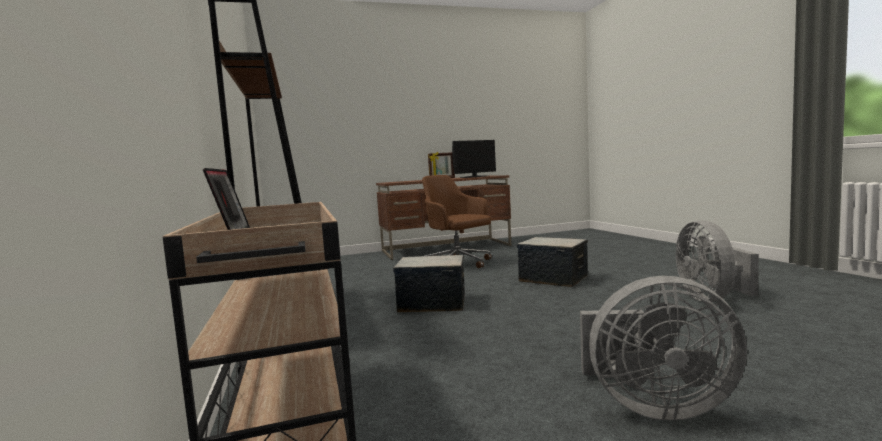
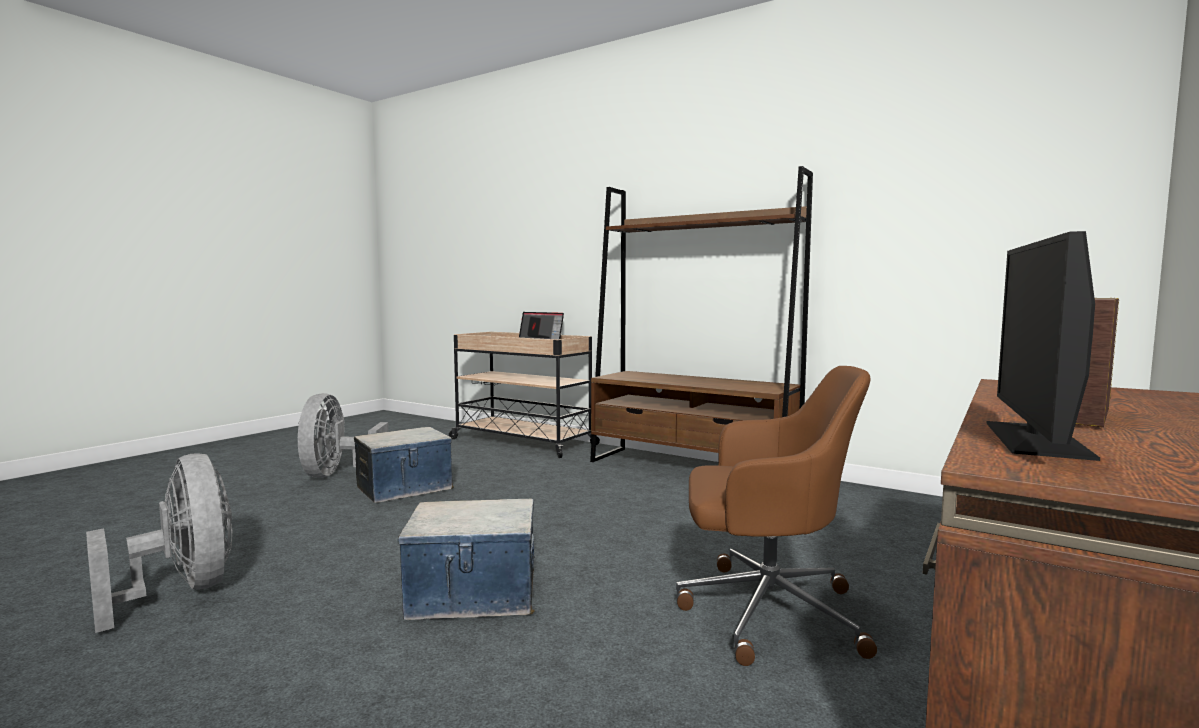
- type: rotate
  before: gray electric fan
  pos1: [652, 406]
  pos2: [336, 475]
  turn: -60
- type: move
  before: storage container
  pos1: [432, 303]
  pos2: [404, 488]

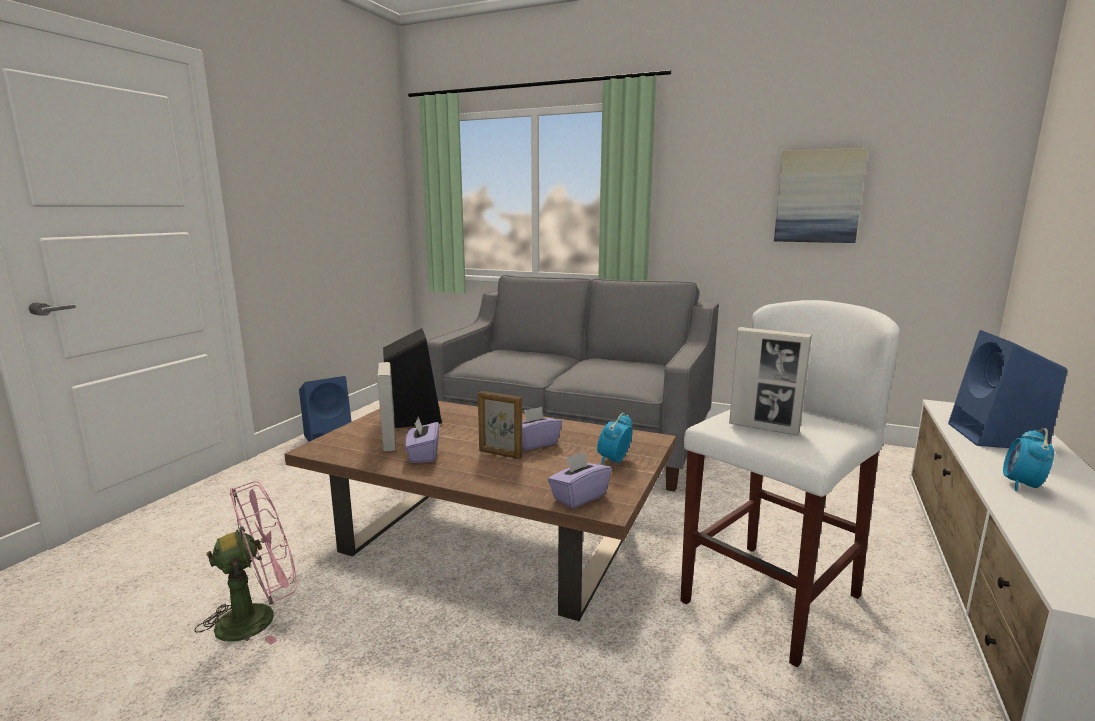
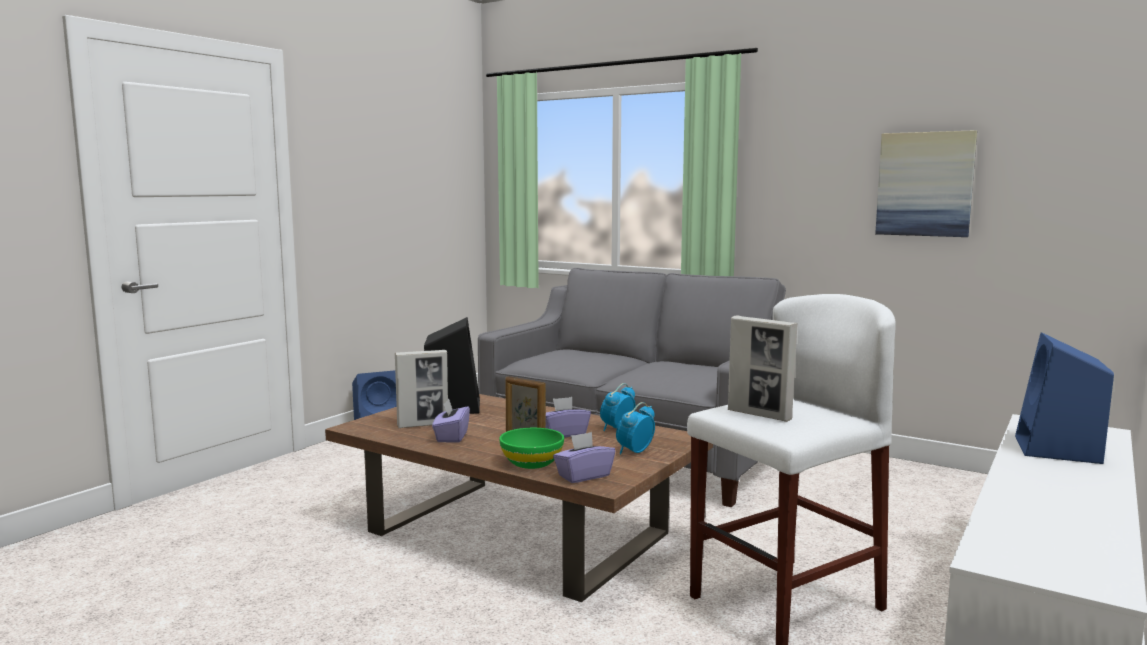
- type: rotate
  before: picture frame
  pos1: [389, 441]
  pos2: [423, 425]
  turn: 75
- type: insert
  after: greenish serving bowl
  pos2: [532, 463]
- type: move
  before: table clock
  pos1: [1022, 485]
  pos2: [617, 429]
- type: delete
  before: pink electric fan
  pos1: [259, 617]

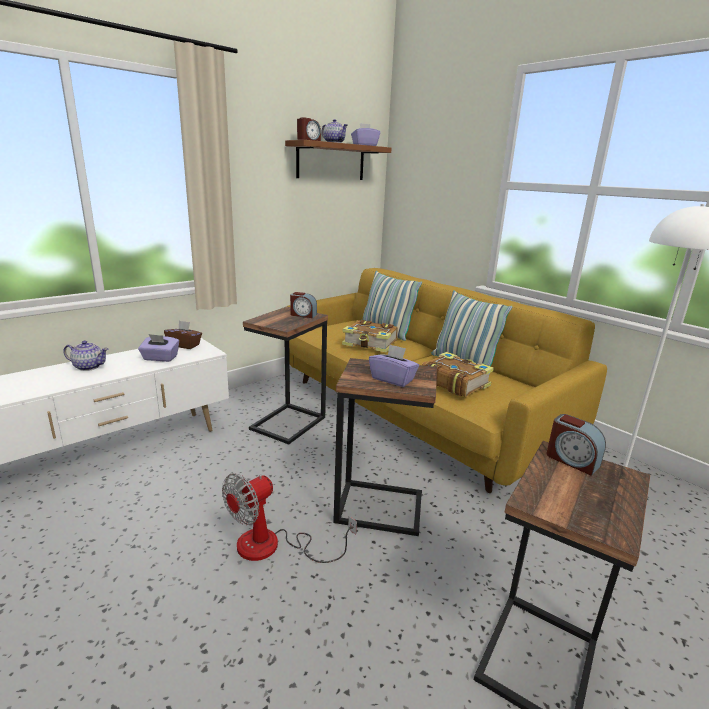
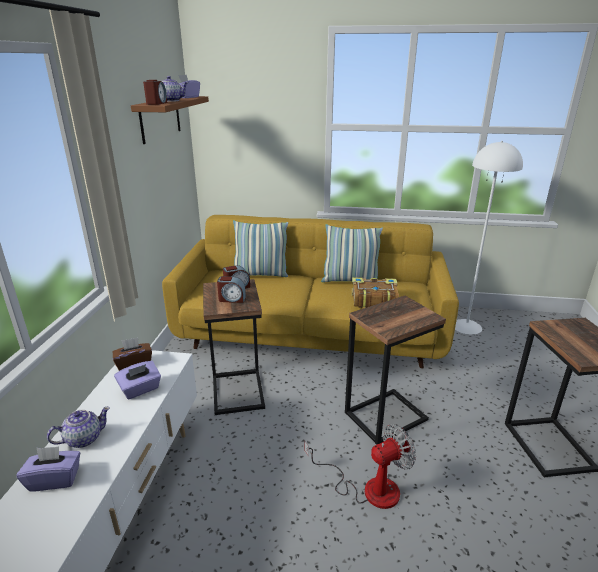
- type: move
  before: purple tissue box
  pos1: [392, 379]
  pos2: [55, 479]
- type: move
  before: table clock
  pos1: [572, 460]
  pos2: [232, 299]
- type: rotate
  before: electric fan
  pos1: [273, 547]
  pos2: [368, 488]
  turn: -120
- type: delete
  before: book
  pos1: [370, 343]

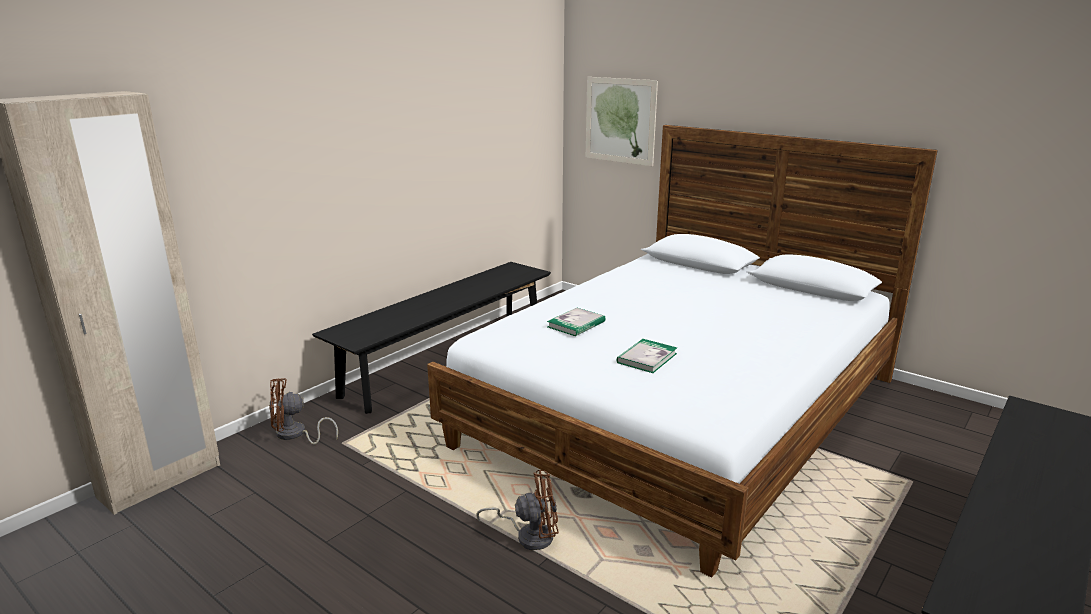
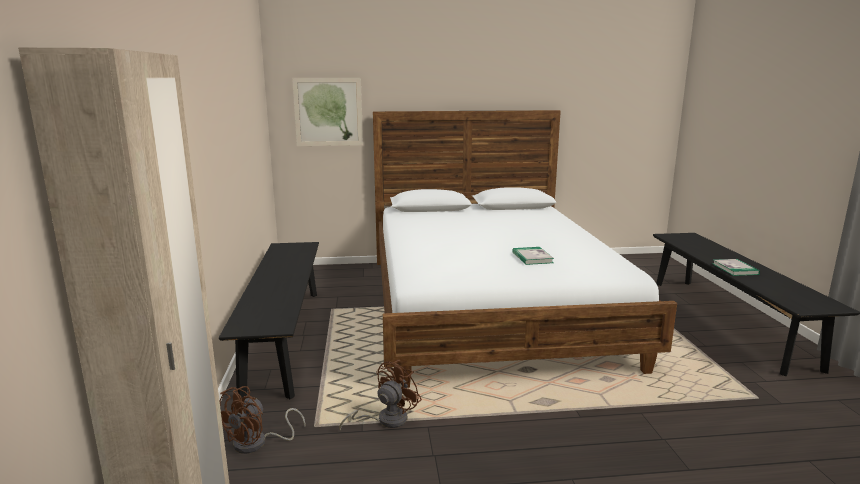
- type: move
  before: brownish electric fan
  pos1: [529, 535]
  pos2: [385, 420]
- type: move
  before: book
  pos1: [576, 324]
  pos2: [735, 269]

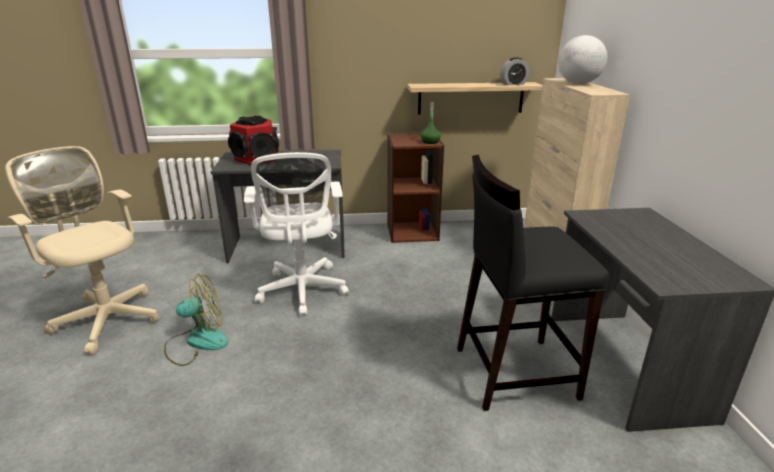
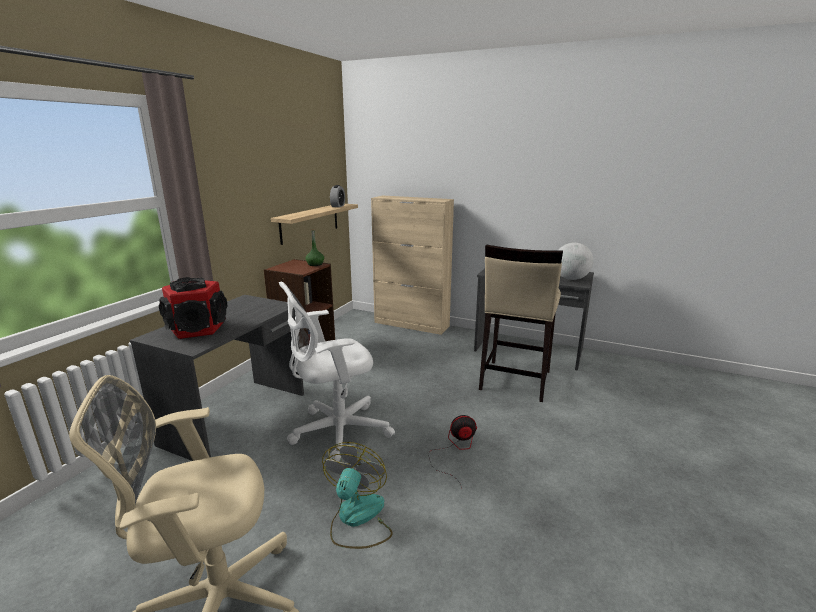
- type: rotate
  before: whitish office chair
  pos1: [302, 292]
  pos2: [335, 431]
  turn: 135
- type: insert
  after: electric fan
  pos2: [455, 450]
- type: recolor
  before: blackish stool
  after: beige-coloured stool
  pos1: [513, 372]
  pos2: [514, 380]
- type: move
  before: desk globe
  pos1: [578, 83]
  pos2: [571, 279]

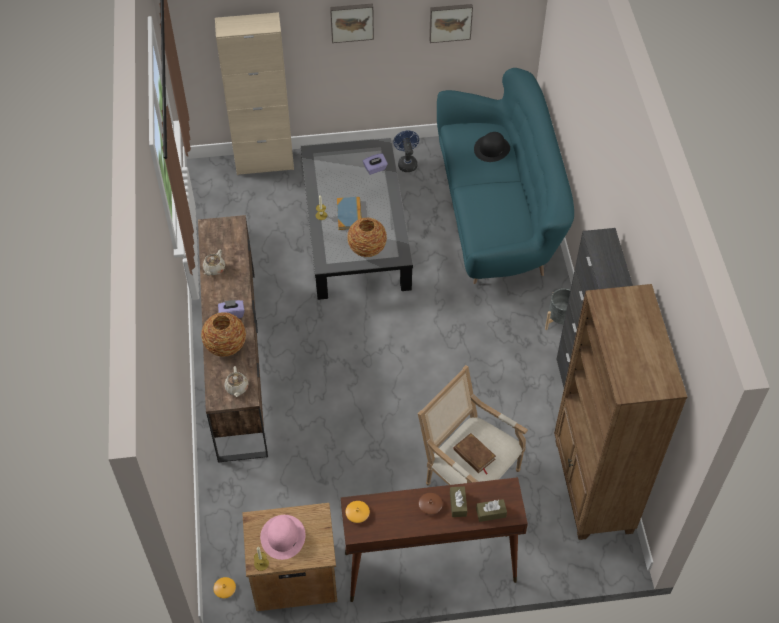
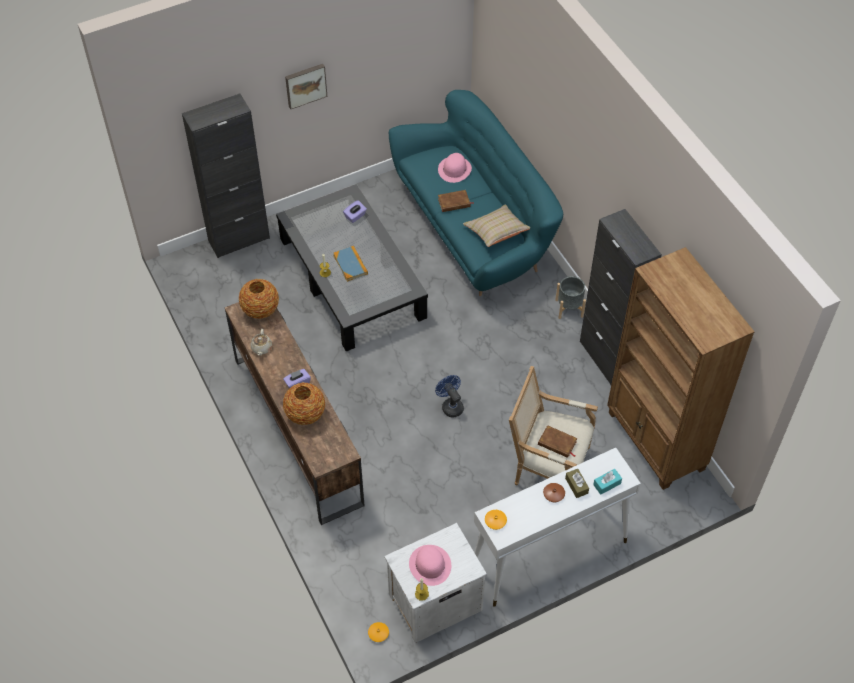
- type: recolor
  before: beige-coloured cupboard
  after: blackish cupboard
  pos1: [264, 163]
  pos2: [239, 239]
- type: move
  before: decorative vase
  pos1: [367, 249]
  pos2: [260, 310]
- type: recolor
  before: brownish night table
  after: whitish night table
  pos1: [293, 575]
  pos2: [433, 601]
- type: move
  before: blue electric fan
  pos1: [406, 162]
  pos2: [450, 406]
- type: recolor
  before: blackish hat
  after: pink hat
  pos1: [492, 148]
  pos2: [454, 169]
- type: insert
  after: brownish book
  pos2: [454, 203]
- type: insert
  after: beige-coloured throw pillow
  pos2: [496, 232]
- type: recolor
  before: brownish narrow table
  after: whitish narrow table
  pos1: [429, 567]
  pos2: [548, 555]
- type: recolor
  before: brownish tissue box
  after: blue-green tissue box
  pos1: [491, 513]
  pos2: [607, 484]
- type: delete
  before: beige-coloured pot for tea
  pos1: [236, 388]
- type: delete
  before: picture
  pos1: [450, 22]

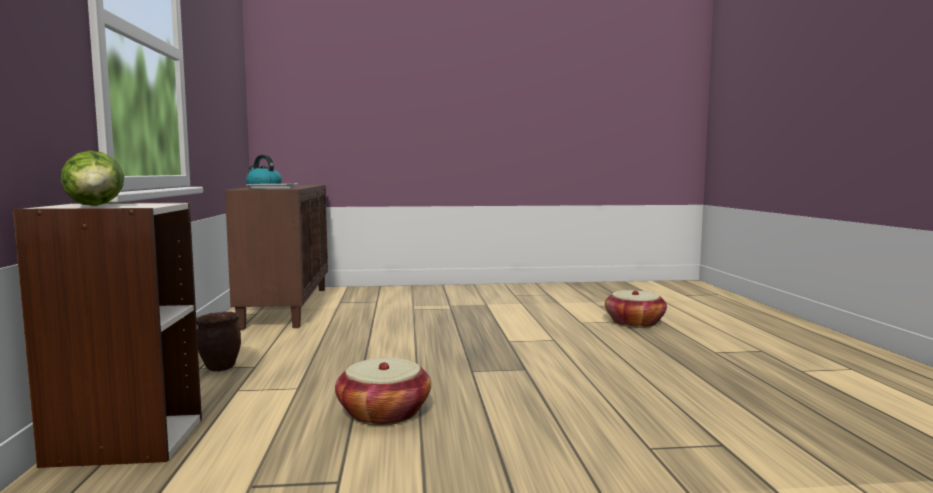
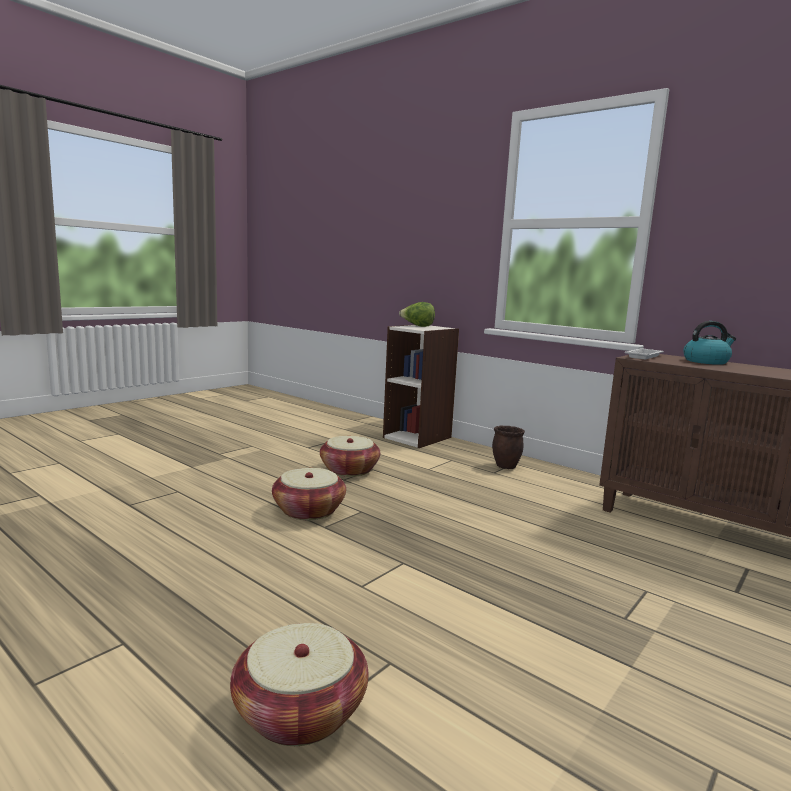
- type: insert
  after: basket
  pos2: [309, 511]

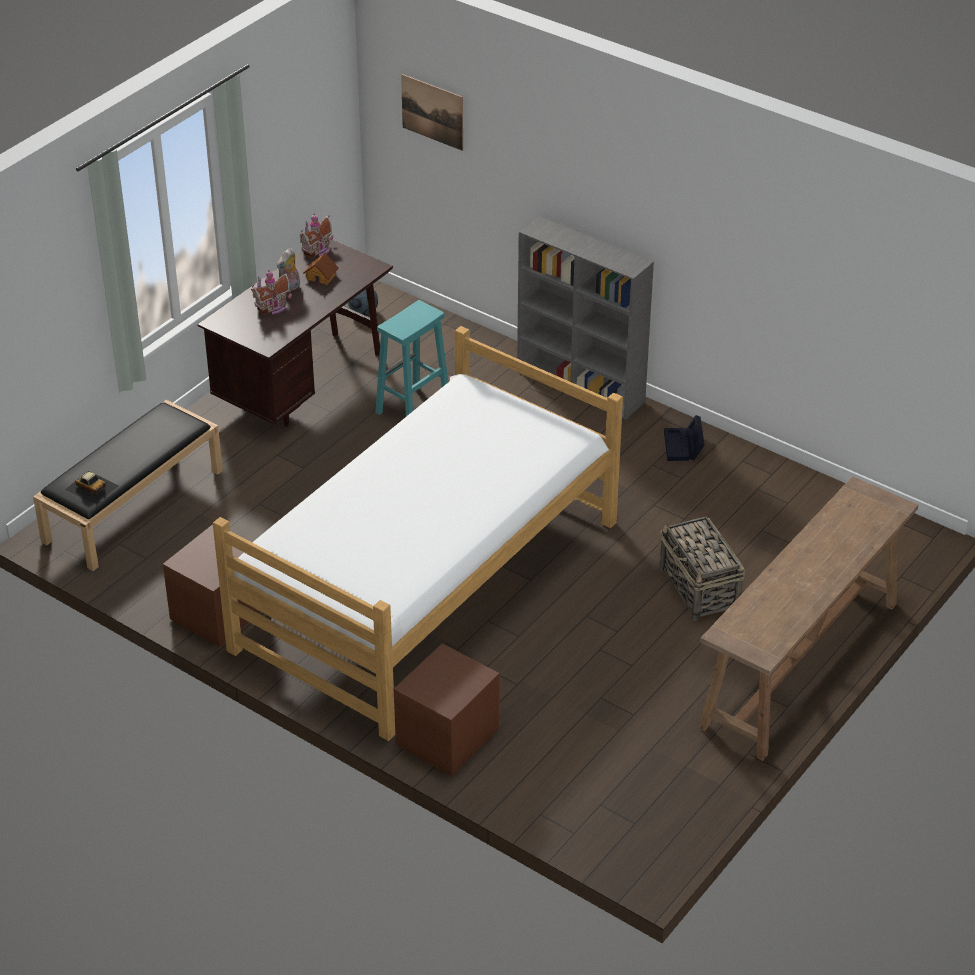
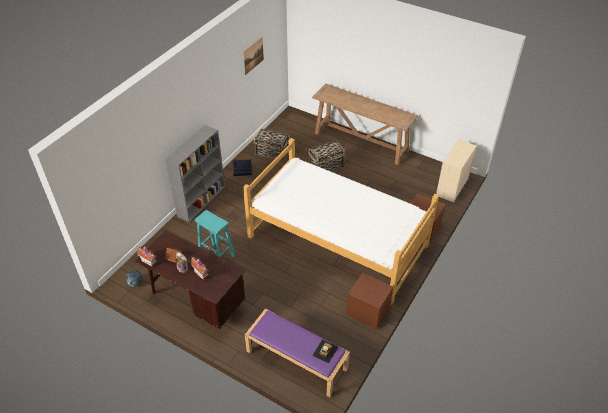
- type: move
  before: picture
  pos1: [432, 112]
  pos2: [253, 55]
- type: recolor
  before: blackish indoor bench
  after: purple indoor bench
  pos1: [134, 505]
  pos2: [296, 360]
- type: insert
  after: basket
  pos2: [272, 153]
- type: insert
  after: beige-coloured drawer chest
  pos2: [452, 187]

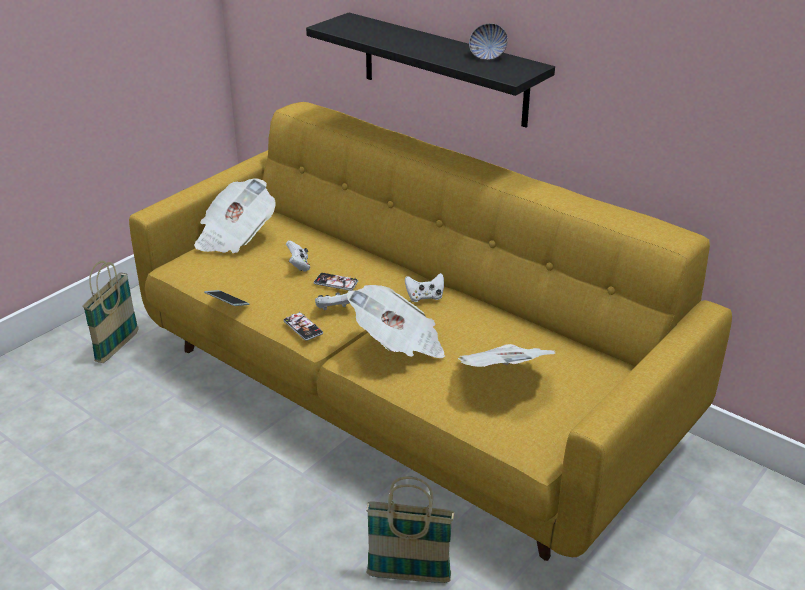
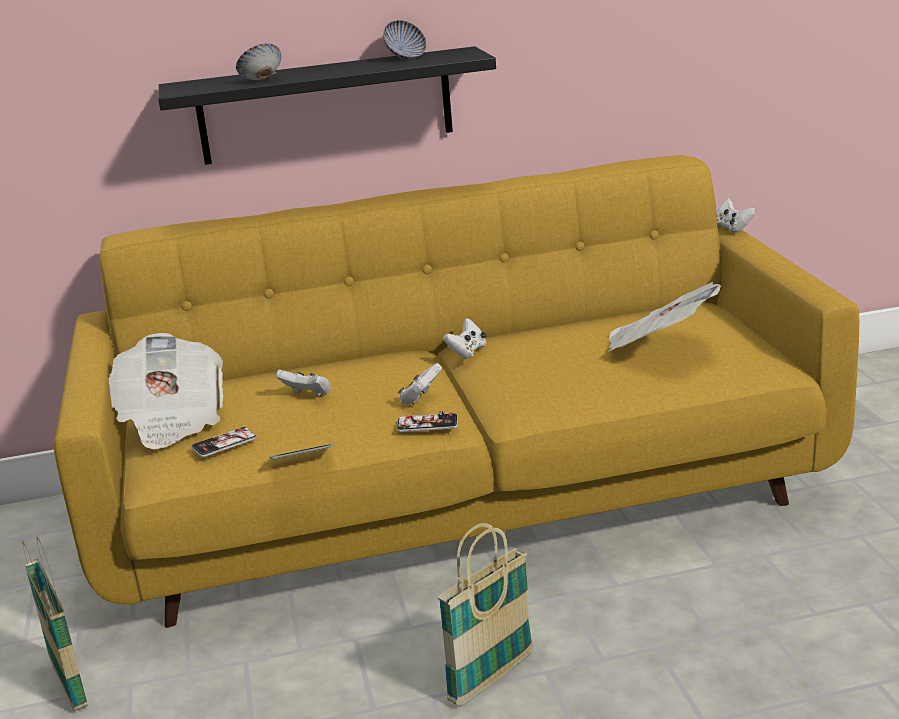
- type: move
  before: handset
  pos1: [336, 282]
  pos2: [224, 443]
- type: insert
  after: serving bowl
  pos2: [261, 80]
- type: move
  before: basket
  pos1: [409, 576]
  pos2: [491, 678]
- type: insert
  after: whitish joypad
  pos2: [732, 228]
- type: delete
  before: newspaper
  pos1: [398, 344]

